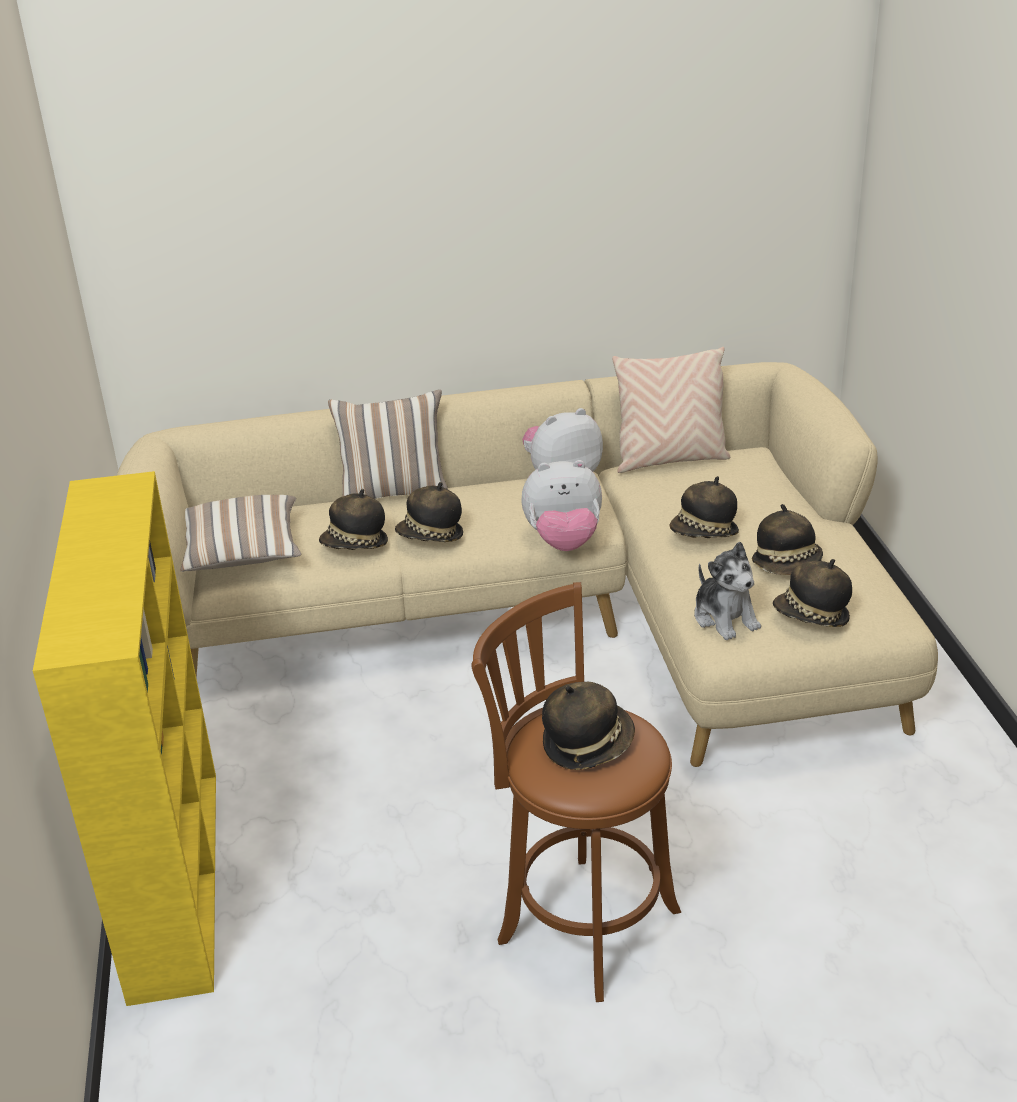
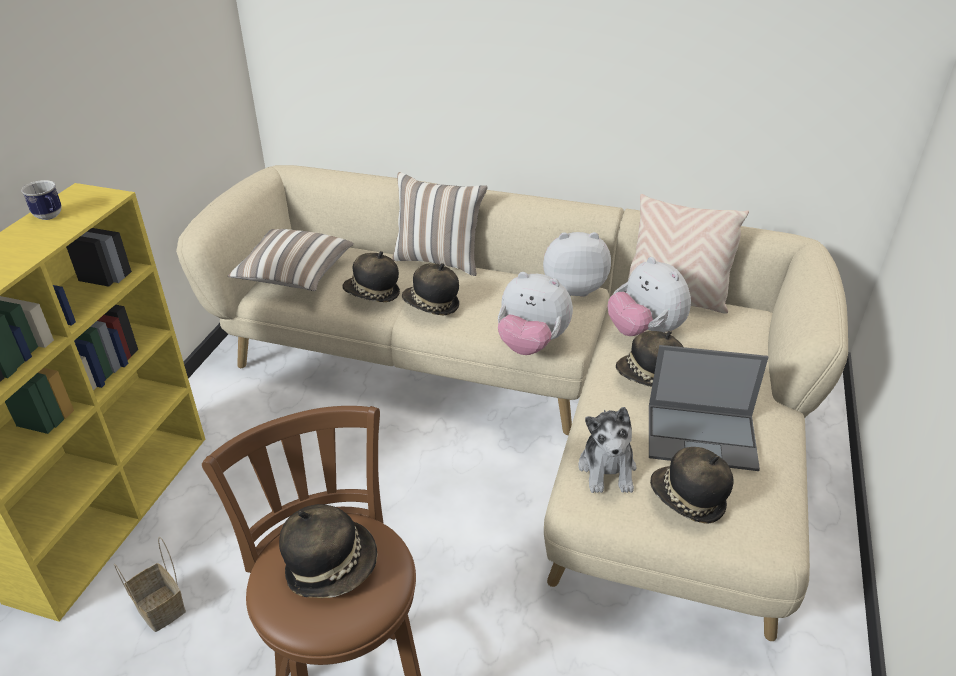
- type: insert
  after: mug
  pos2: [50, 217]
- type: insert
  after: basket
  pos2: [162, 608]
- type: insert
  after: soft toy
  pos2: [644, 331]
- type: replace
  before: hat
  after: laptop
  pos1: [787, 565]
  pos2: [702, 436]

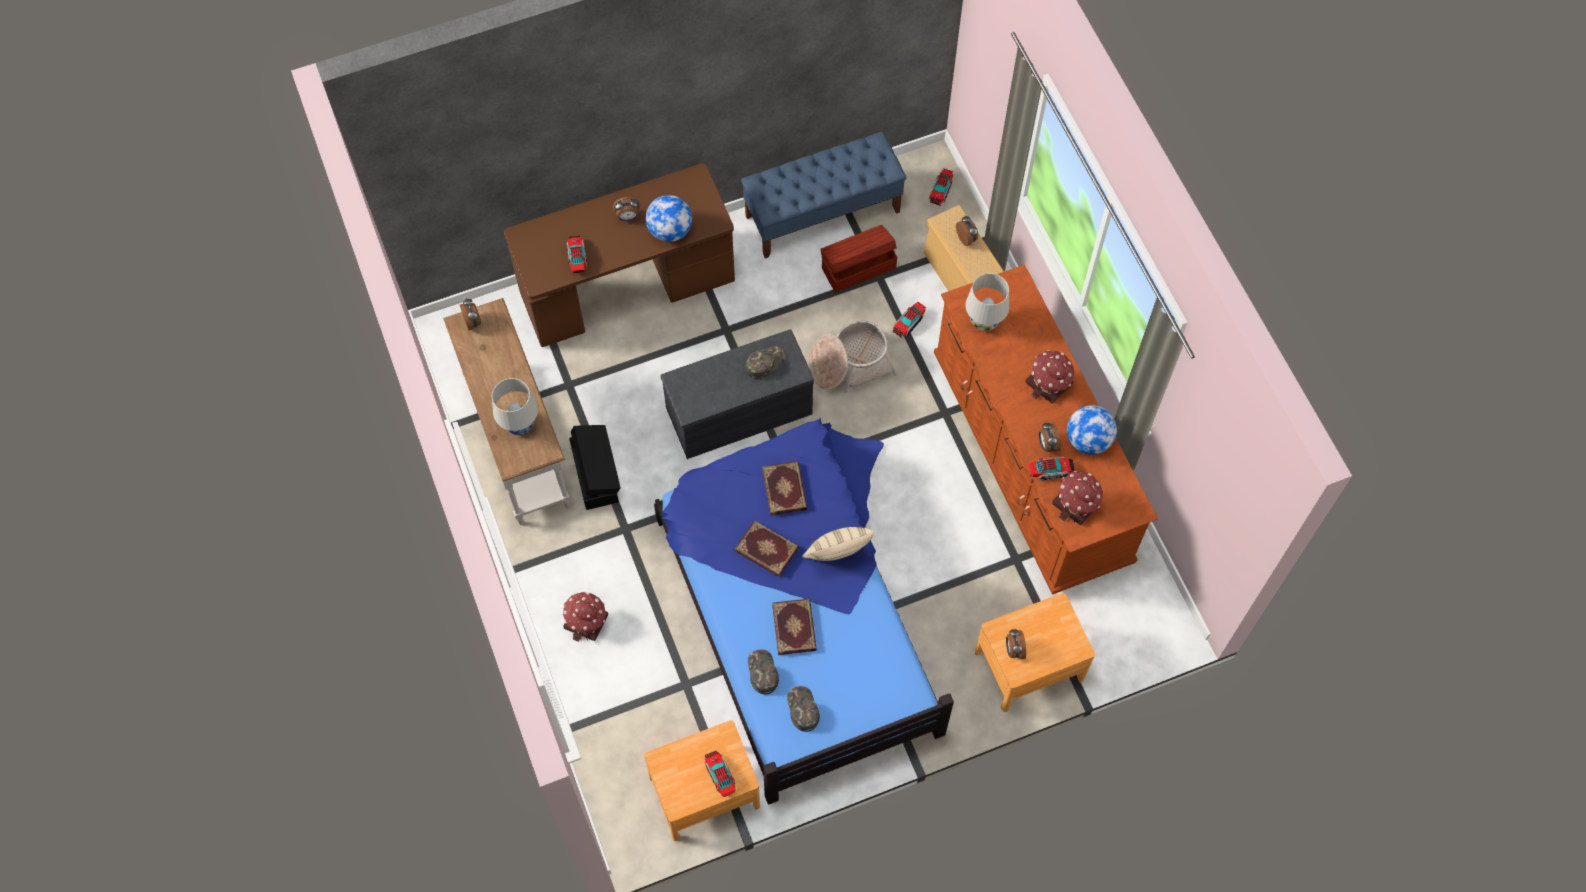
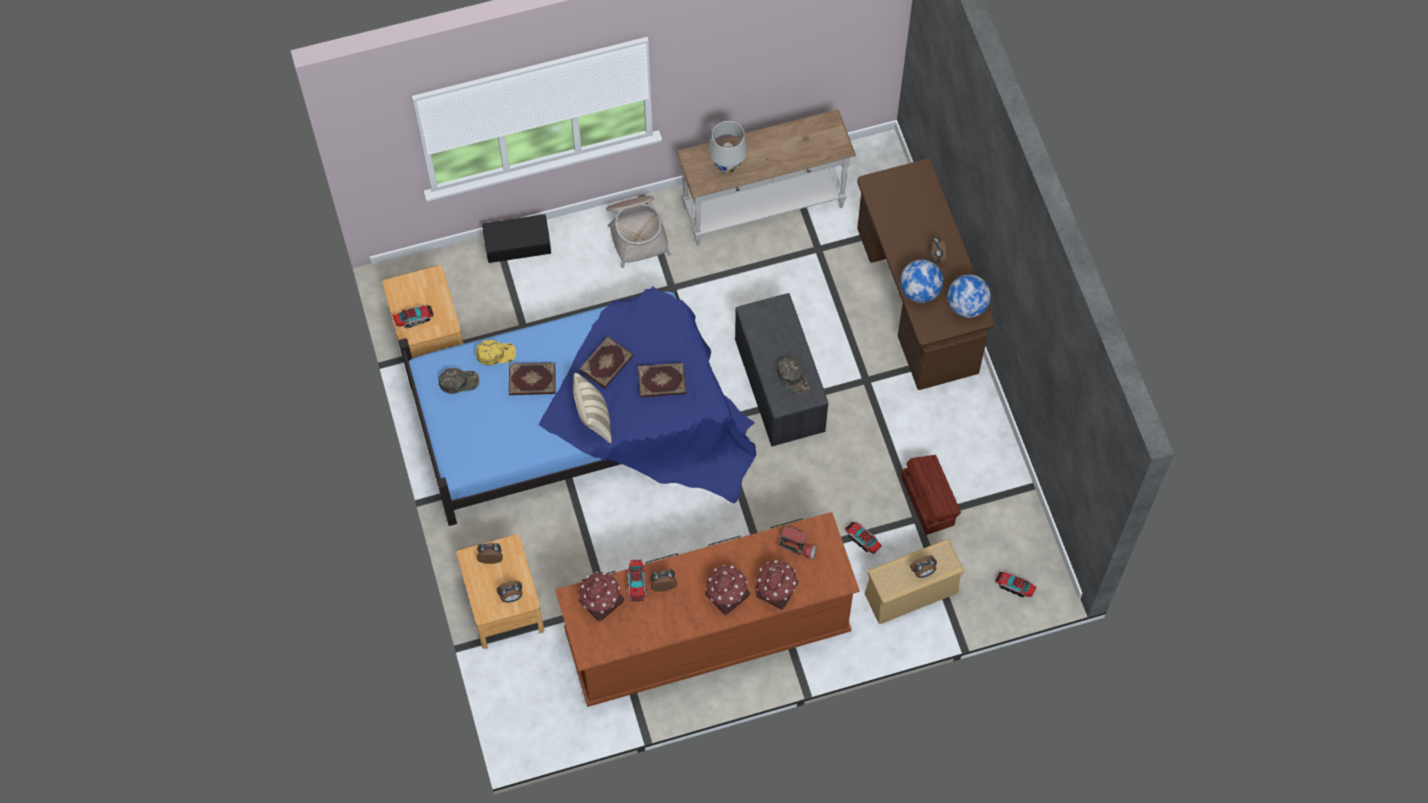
- type: recolor
  before: greenish cap
  after: yellowish cap
  pos1: [762, 672]
  pos2: [496, 353]
- type: move
  before: blackish storage container
  pos1: [596, 473]
  pos2: [518, 246]
- type: move
  before: table clock
  pos1: [473, 322]
  pos2: [511, 597]
- type: move
  before: basket
  pos1: [850, 364]
  pos2: [636, 232]
- type: move
  before: toy house
  pos1: [586, 622]
  pos2: [776, 590]
- type: replace
  before: whitish table lamp
  after: torch
  pos1: [984, 321]
  pos2: [798, 546]
- type: move
  before: desk globe
  pos1: [1088, 440]
  pos2: [966, 306]
- type: delete
  before: toy truck
  pos1: [577, 257]
- type: delete
  before: blue indoor bench
  pos1: [823, 213]

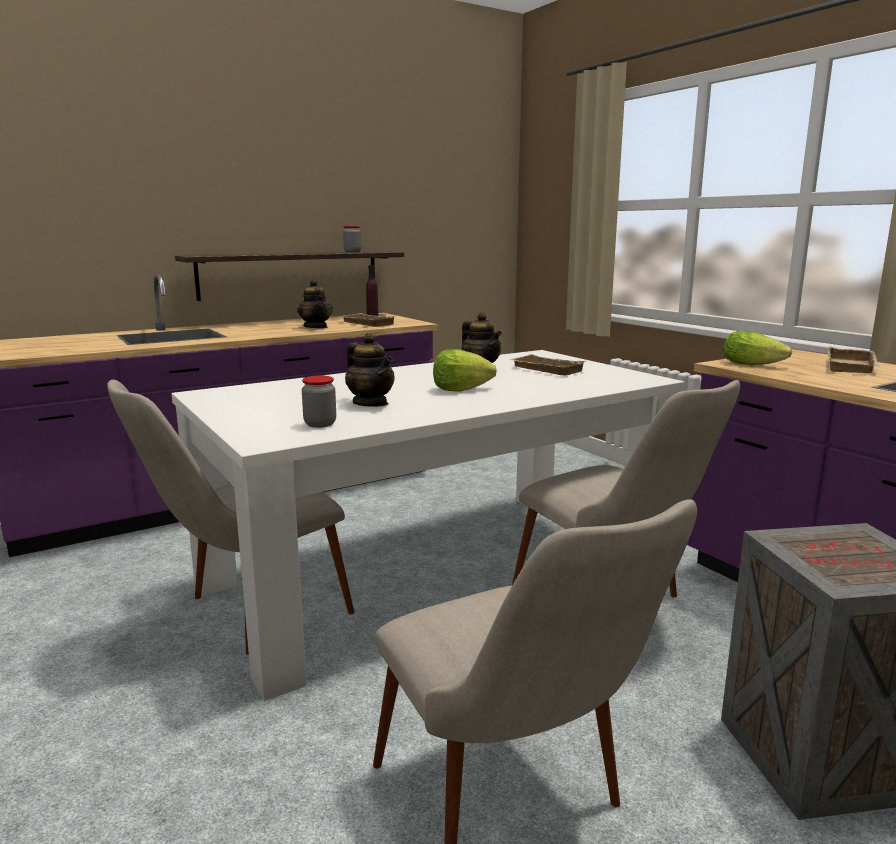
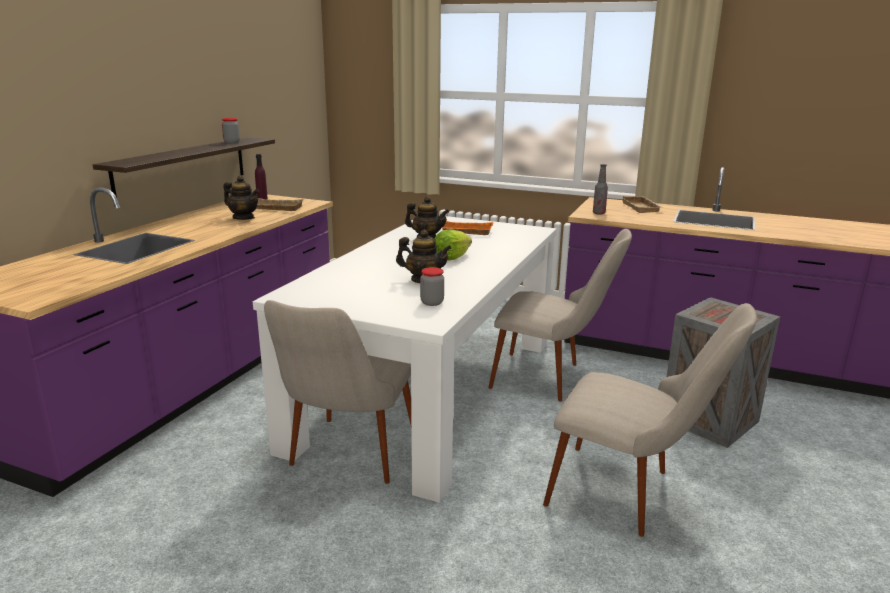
- type: recolor
  before: beige-coloured carrying tray
  after: orangey carrying tray
  pos1: [545, 370]
  pos2: [465, 232]
- type: replace
  before: head of lettuce
  after: drink bottle
  pos1: [755, 365]
  pos2: [599, 213]

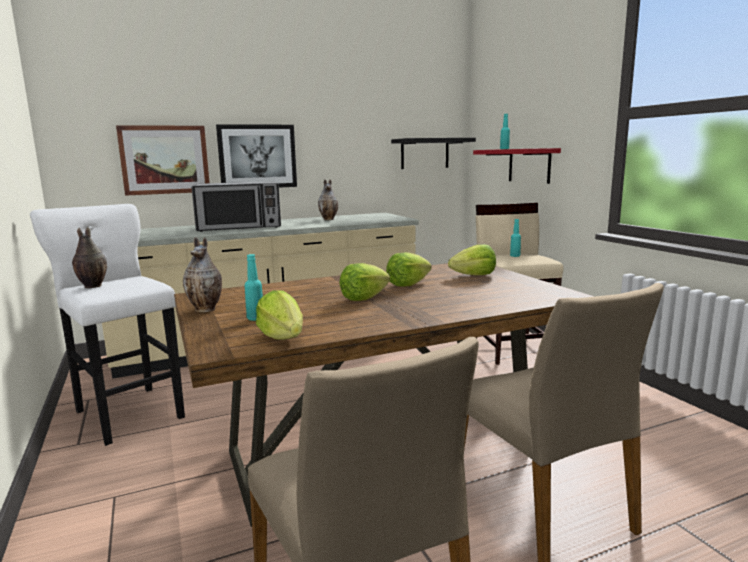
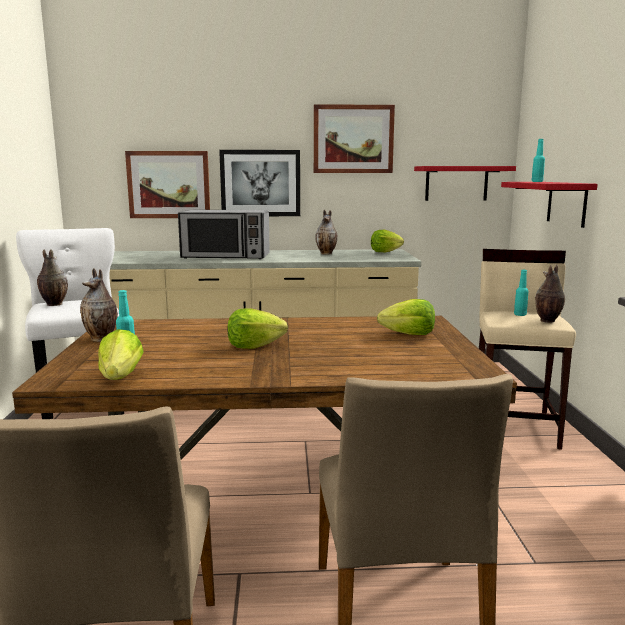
- type: insert
  after: picture
  pos2: [353, 139]
- type: move
  before: head of lettuce
  pos1: [407, 284]
  pos2: [385, 251]
- type: recolor
  before: blackish shelf
  after: red-coloured shelf
  pos1: [425, 153]
  pos2: [456, 183]
- type: insert
  after: decorative vase
  pos2: [547, 321]

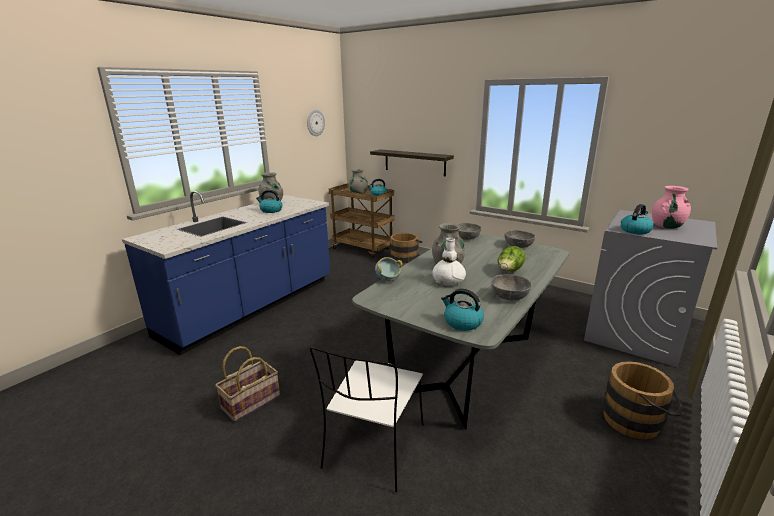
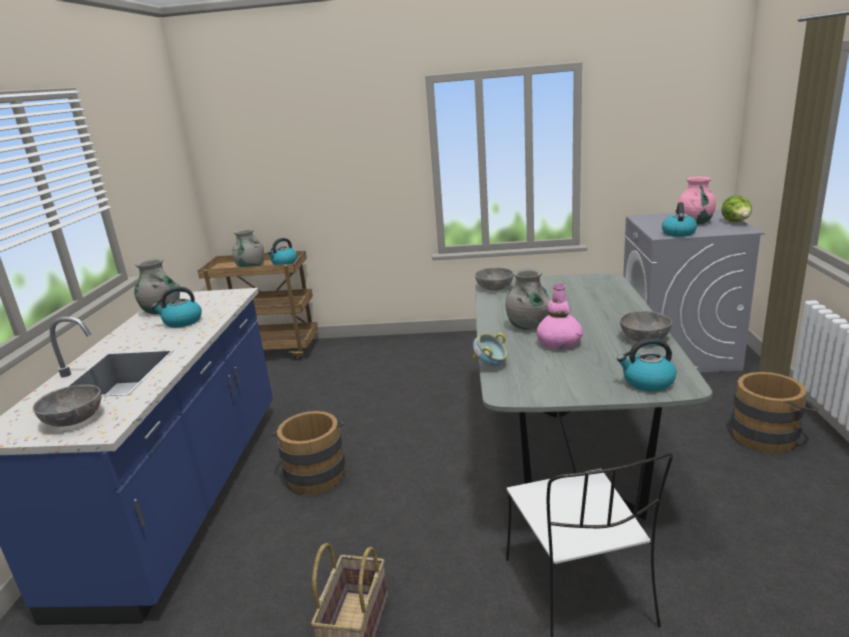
- type: move
  before: gray serving bowl
  pos1: [518, 246]
  pos2: [74, 420]
- type: move
  before: brownish water bucket
  pos1: [404, 261]
  pos2: [315, 473]
- type: recolor
  before: whitish decorative vase
  after: pink decorative vase
  pos1: [448, 281]
  pos2: [559, 343]
- type: move
  before: head of lettuce
  pos1: [509, 271]
  pos2: [736, 222]
- type: delete
  before: hanging clock
  pos1: [315, 123]
- type: delete
  before: shelf
  pos1: [414, 162]

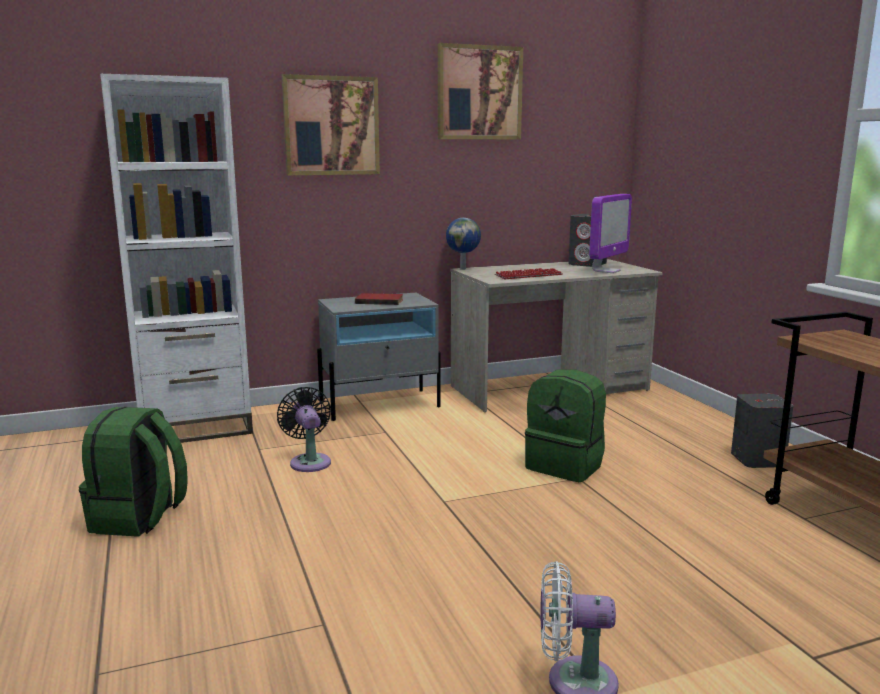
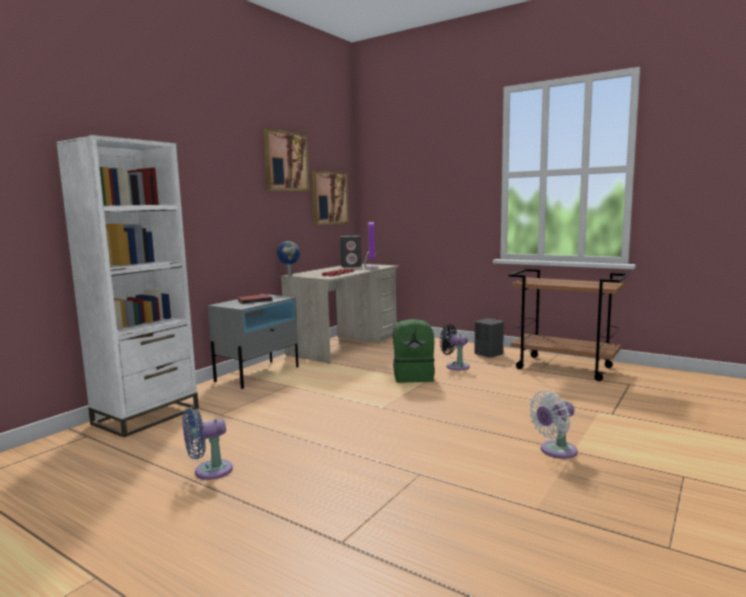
- type: replace
  before: greenish backpack
  after: blue electric fan
  pos1: [139, 518]
  pos2: [209, 471]
- type: move
  before: picture
  pos1: [331, 126]
  pos2: [329, 198]
- type: move
  before: blackish electric fan
  pos1: [309, 461]
  pos2: [455, 366]

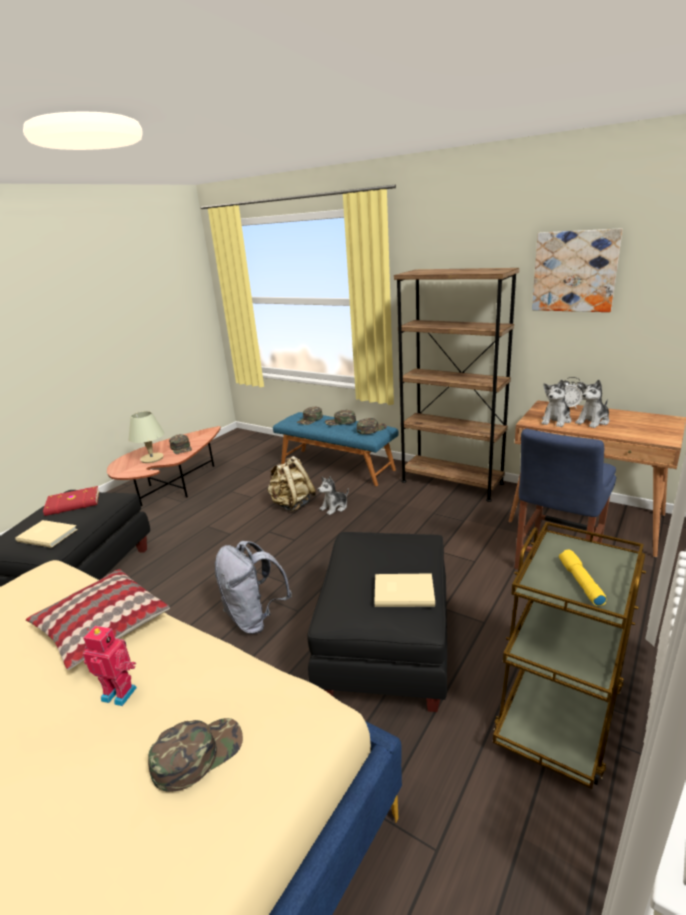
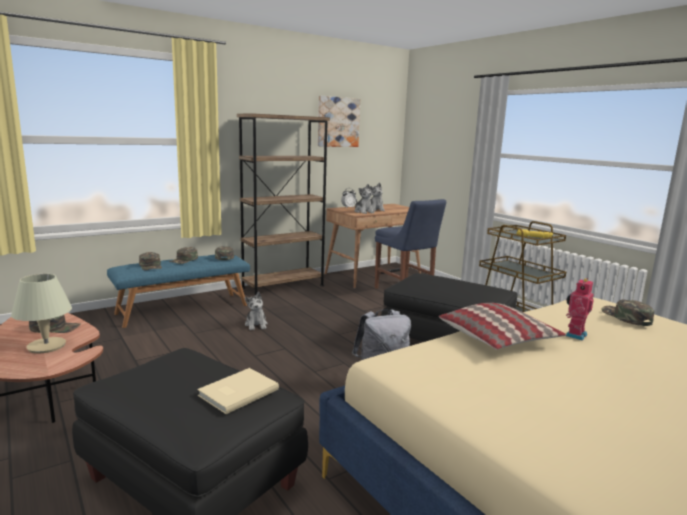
- type: delete
  before: red-coloured book
  pos1: [73, 503]
- type: delete
  before: beige-coloured backpack
  pos1: [292, 504]
- type: delete
  before: beige-coloured book
  pos1: [403, 591]

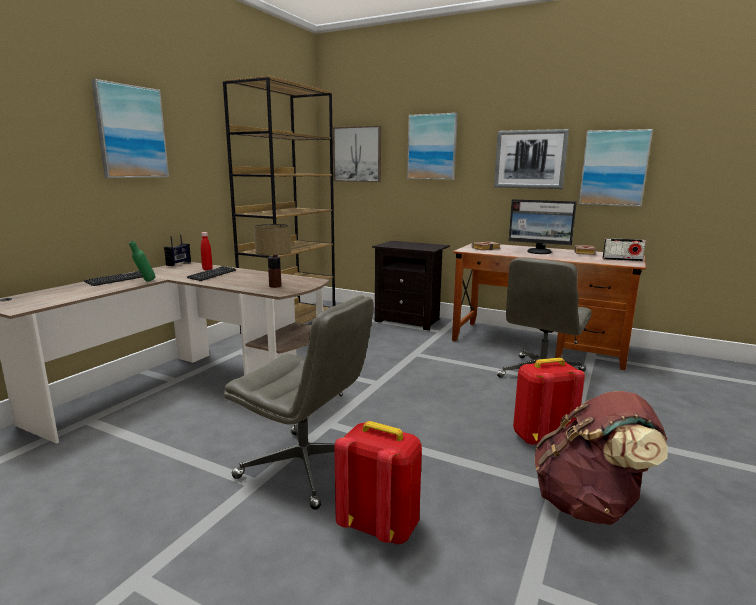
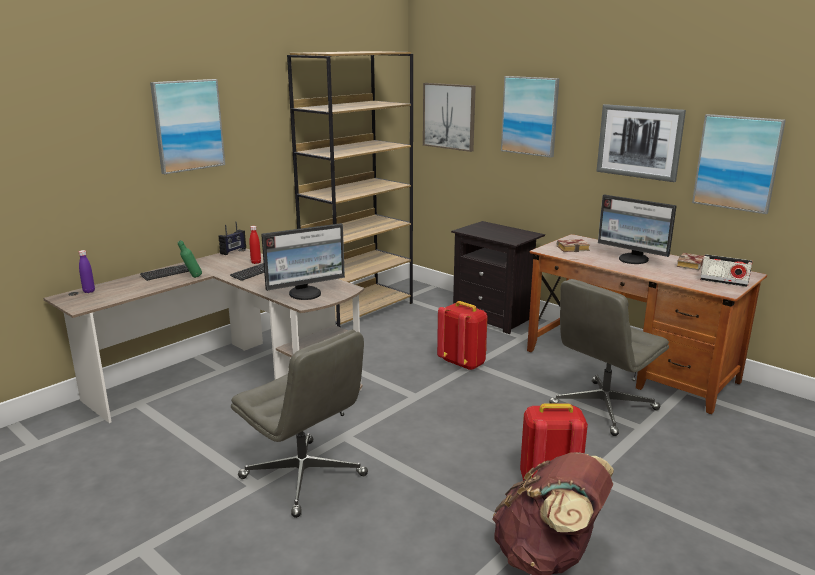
- type: insert
  after: purple drink bottle
  pos2: [89, 291]
- type: replace
  before: table lamp
  after: computer display
  pos1: [275, 286]
  pos2: [306, 294]
- type: move
  before: red-coloured backpack
  pos1: [380, 526]
  pos2: [463, 363]

